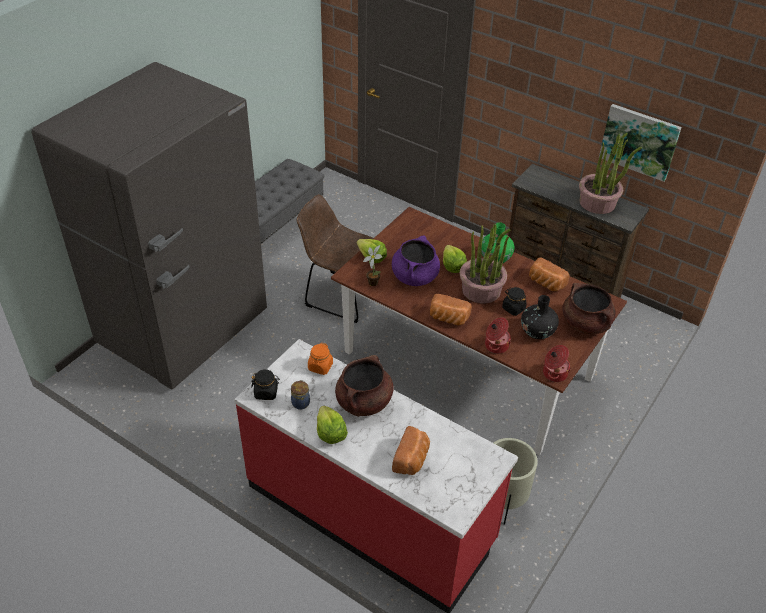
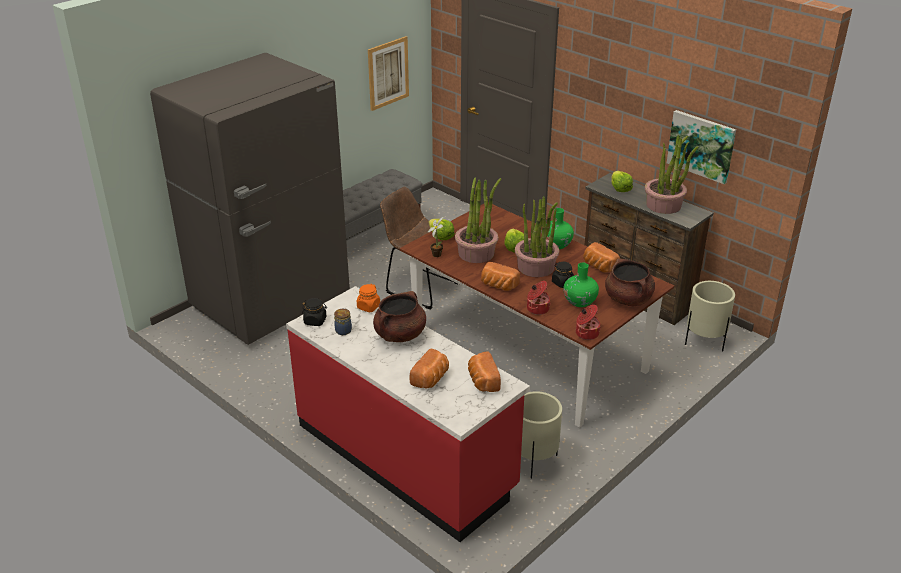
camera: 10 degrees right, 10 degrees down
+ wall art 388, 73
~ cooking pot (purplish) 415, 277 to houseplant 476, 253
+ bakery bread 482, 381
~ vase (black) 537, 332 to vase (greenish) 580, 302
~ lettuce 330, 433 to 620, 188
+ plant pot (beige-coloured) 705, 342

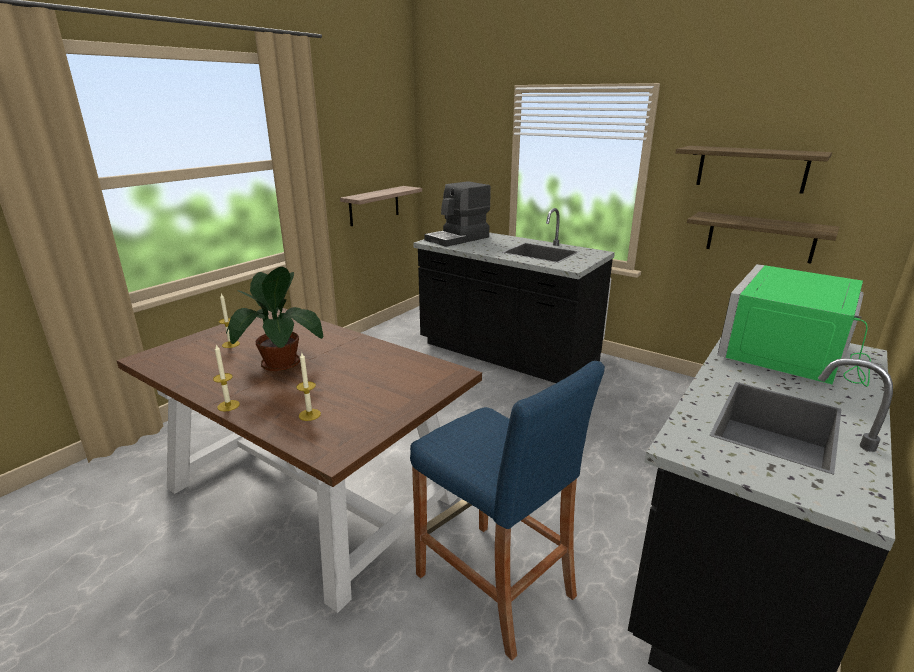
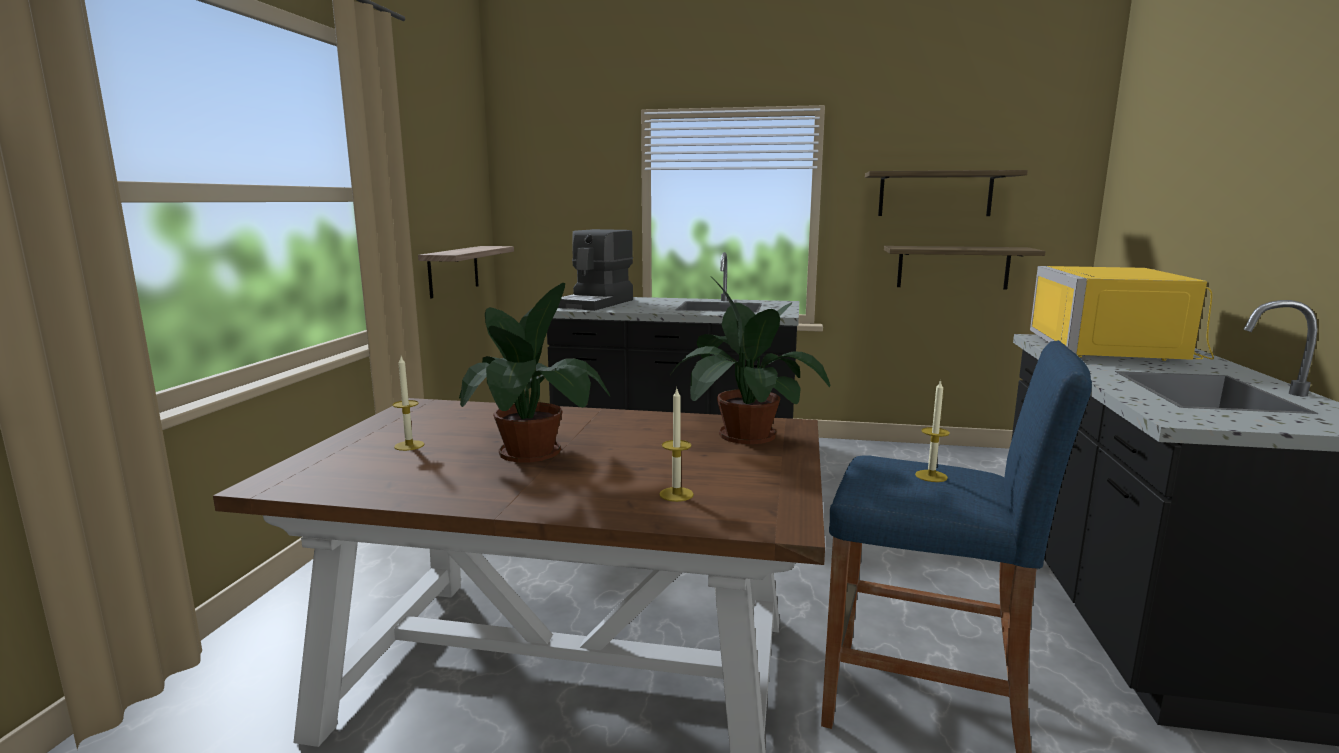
camera: 25 degrees left, 10 degrees down
+ houseplant 742, 434
~ candle 228, 405 to 931, 476
~ microwave (greenish) 793, 355 to microwave (yellowish) 1115, 349

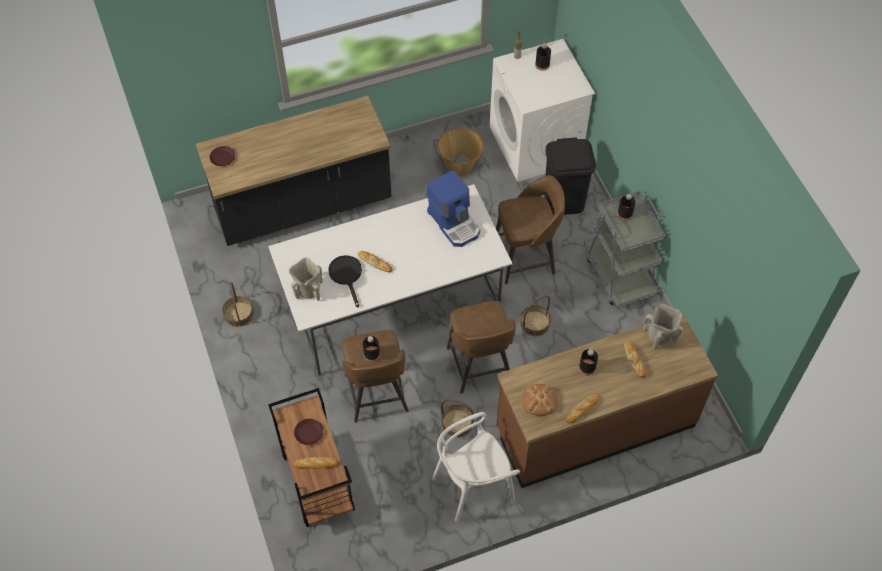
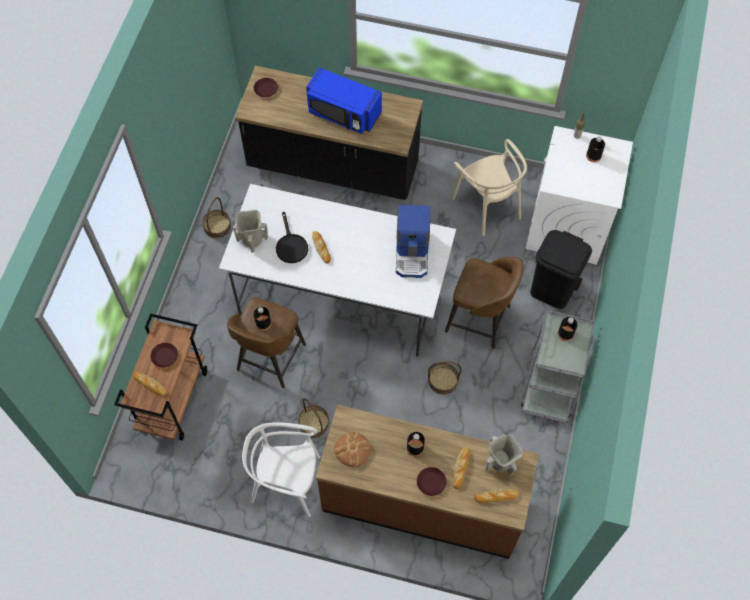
camera: 35 degrees right, 5 degrees up
~ pan (black) 347, 276 = 290, 245 150 degrees clockwise
+ microwave (bluish) 343, 113
+ plate (brownish) 431, 482
~ storage basket 460, 165 to upright chair (beige-coloured) 487, 206
~ bakery bread 582, 410 to 496, 496
- sitting stool (brownish) 480, 366

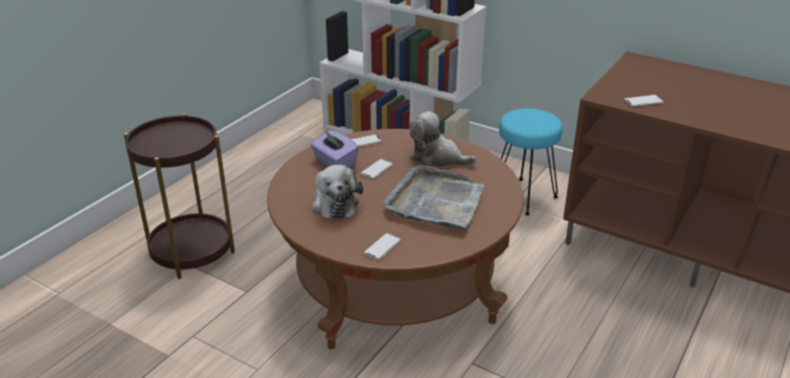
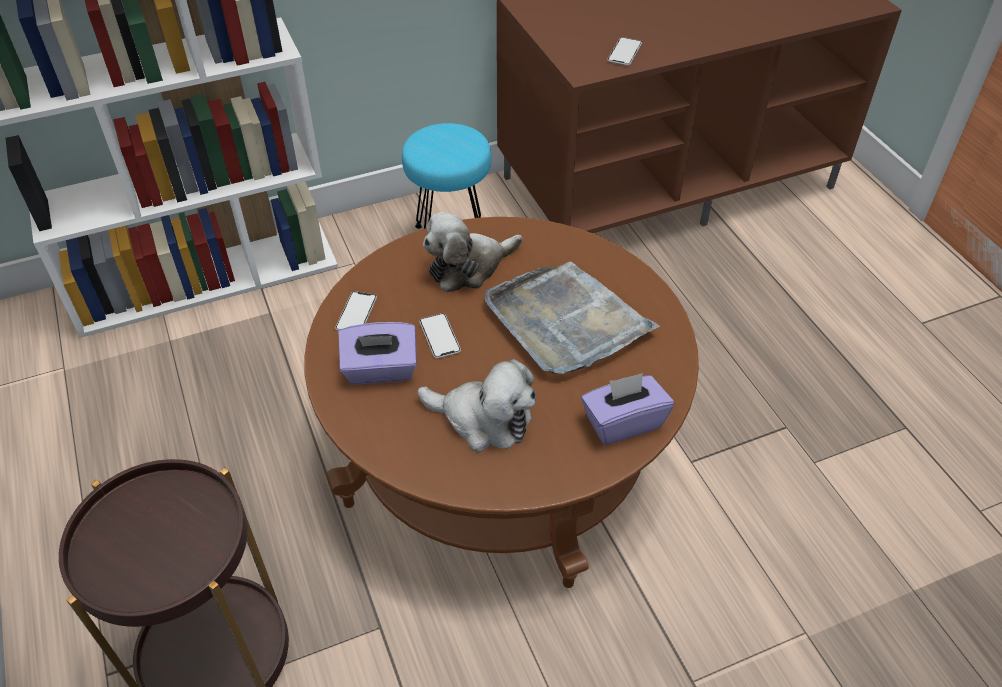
camera: 55 degrees left, 15 degrees up
~ phone 382, 247 to tissue box (purplish) 623, 422

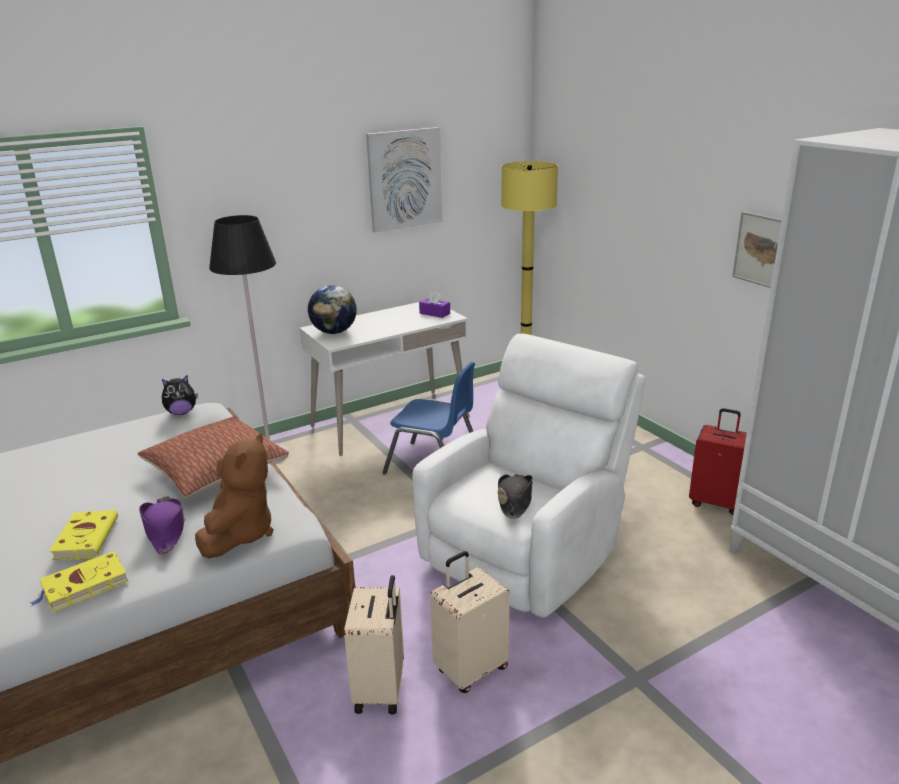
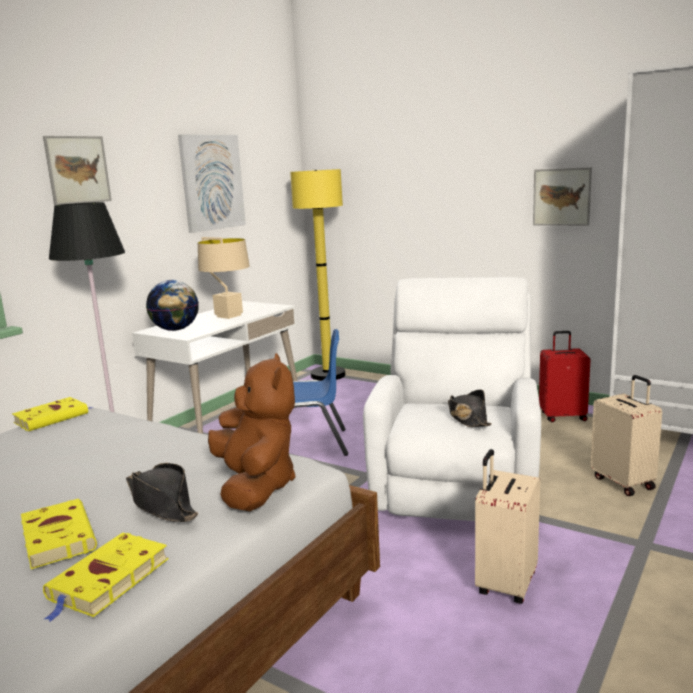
camera: 25 degrees left, 10 degrees down
~ cuddly toy 181, 412 to bound book (yellowish) 53, 417
+ wall art 77, 170
~ clothing hat (purplish) 165, 530 to clothing hat (black) 162, 504
+ table lamp (beige-coloured) 228, 316
~ suitcase (beige-coloured) 381, 690 to 624, 482
- pillow 215, 470
- tissue box (purplish) 434, 313

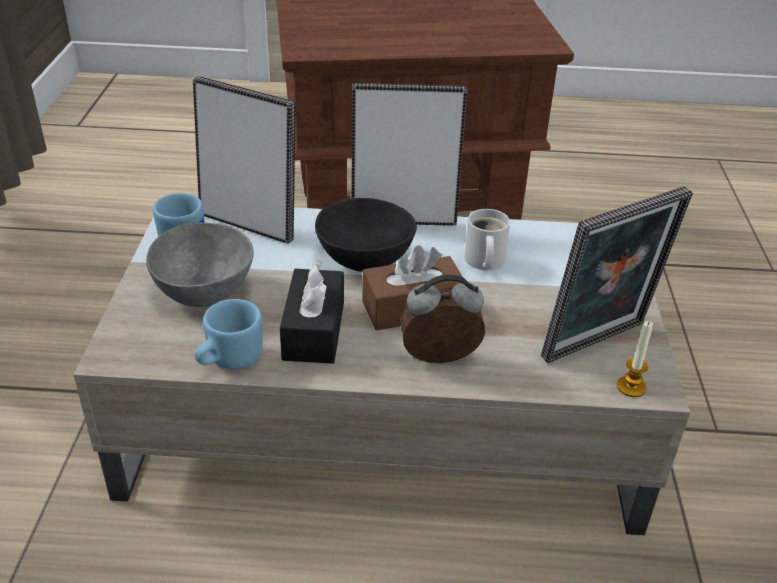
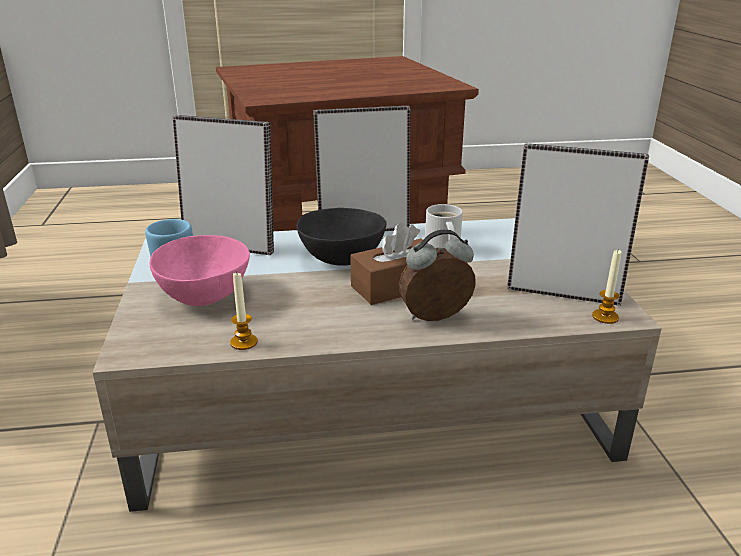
camera: 10 degrees left, 10 degrees down
~ serving bowl (greyish) 205, 290 to serving bowl (pink-coloured) 205, 294
~ tea mug (bluish) 228, 360 to candle 244, 342
~ picture frame 598, 344 = 563, 292 120 degrees counterclockwise
- tissue box (black) 314, 331

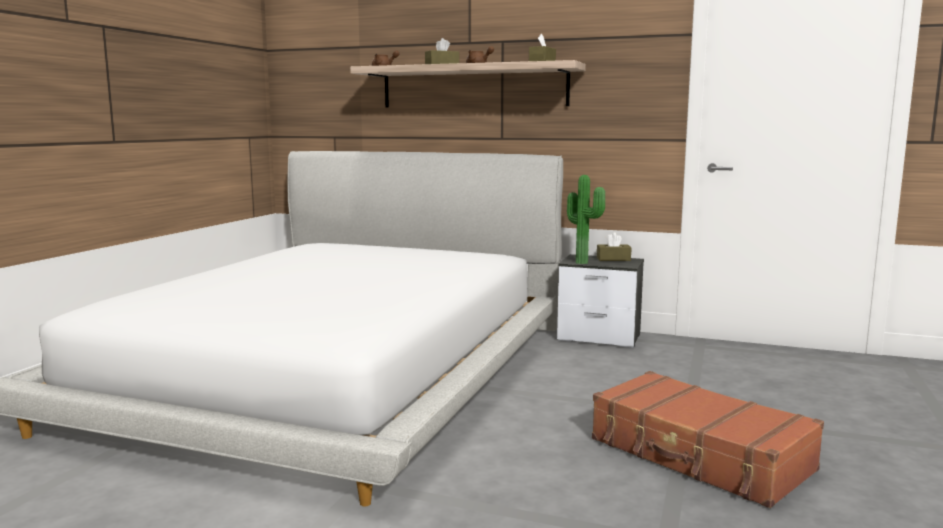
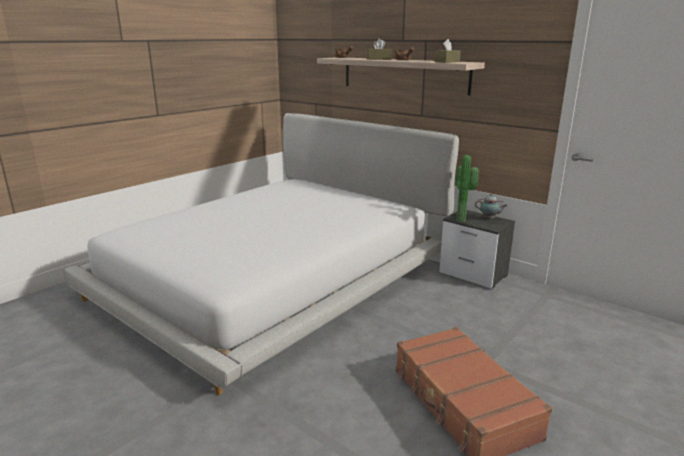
camera: 20 degrees right, 10 degrees up
~ tissue box (brownish) 613, 259 to pot for tea 489, 219

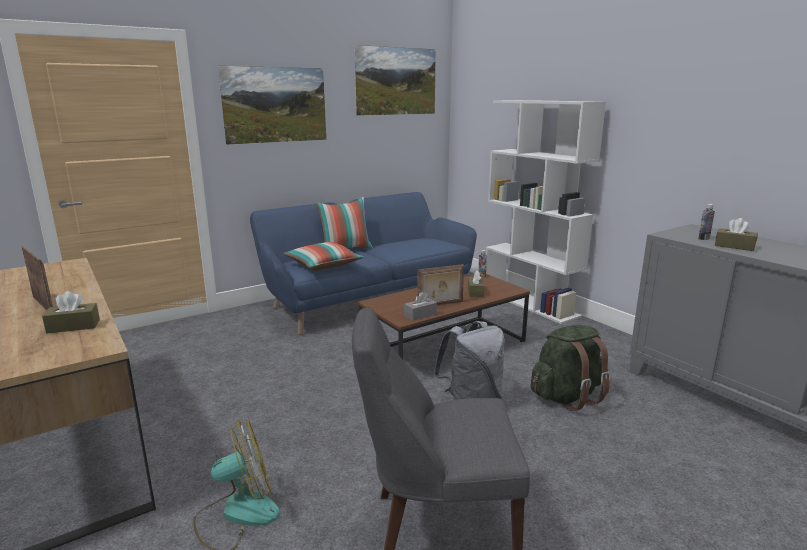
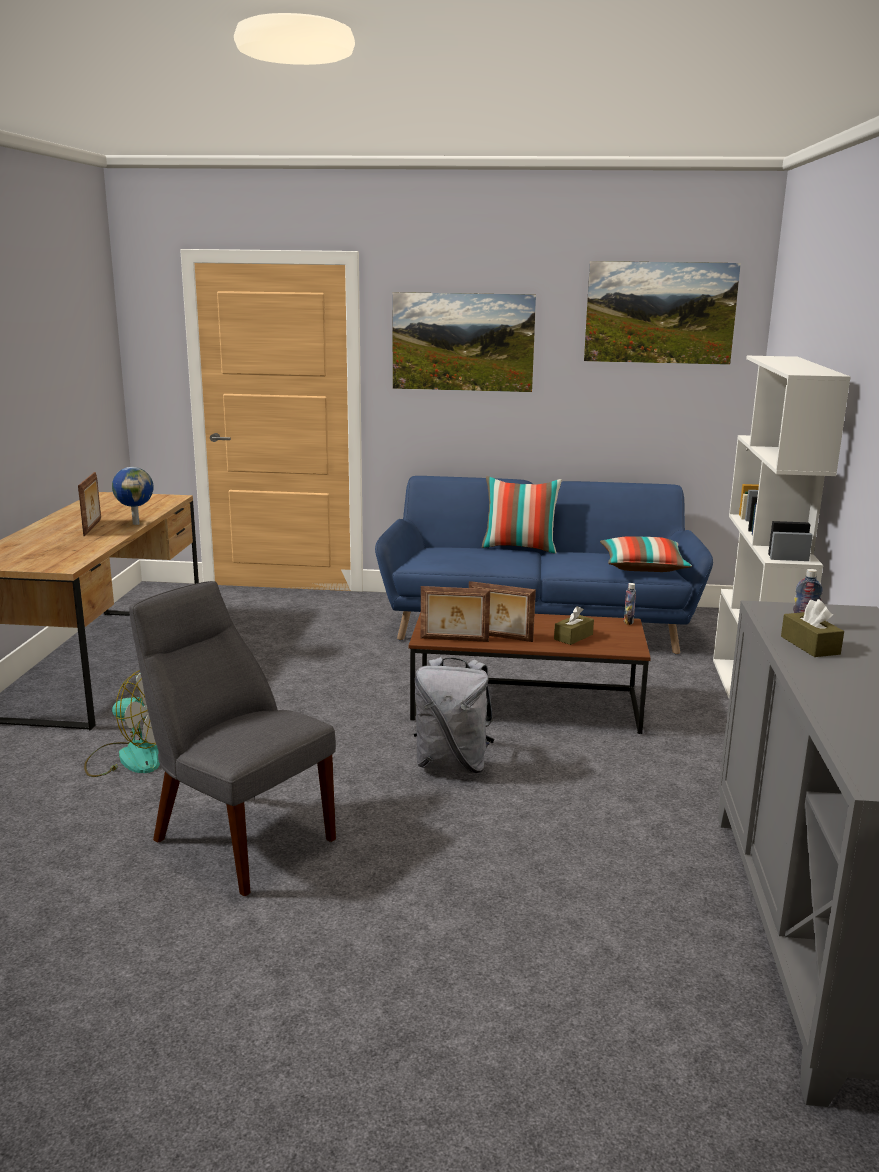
camera: 40 degrees right, 0 degrees up
+ globe 136, 523
~ tissue box (greyish) 420, 315 to picture frame 454, 640
~ pillow 323, 266 to 643, 567
- tissue box (brownish) 73, 326
- rucksack (greenish) 567, 397

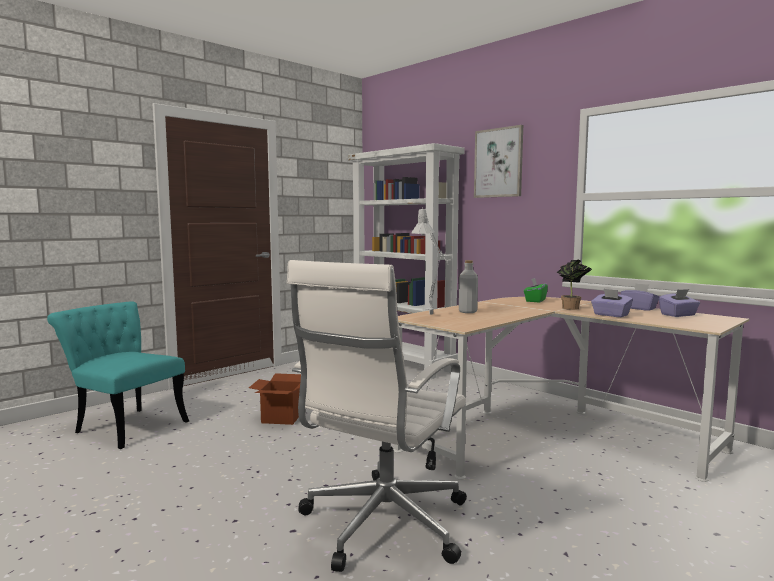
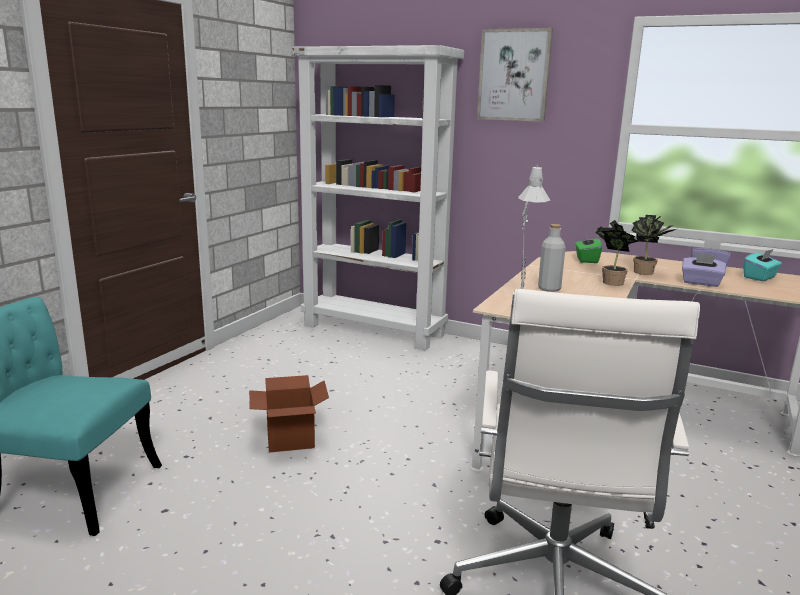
camera: 20 degrees left, 10 degrees up
+ houseplant 610, 282
~ tissue box (purplish) 678, 315 to tissue box (turquoise-coloured) 760, 277

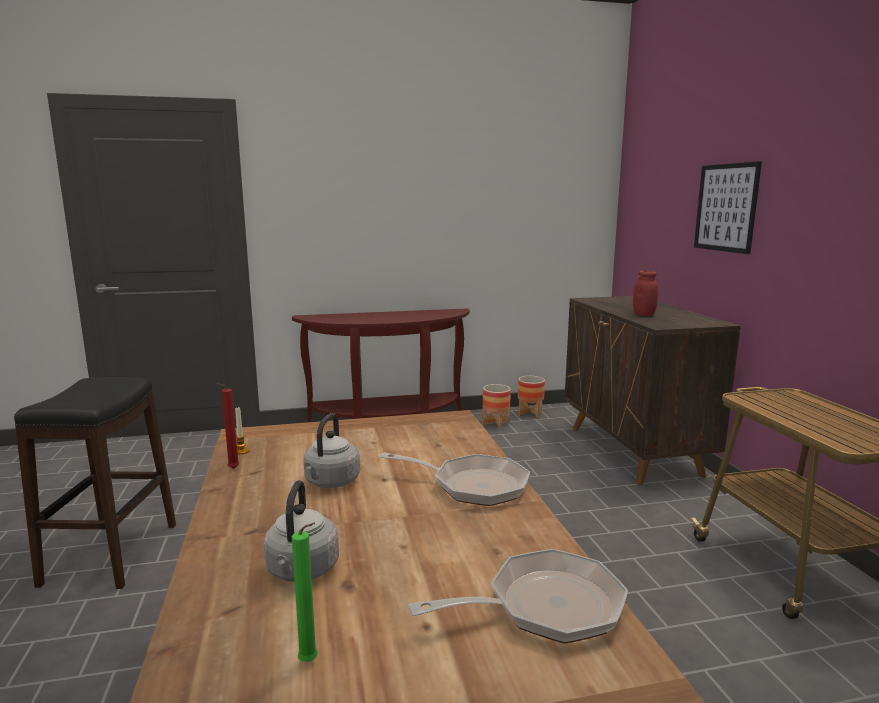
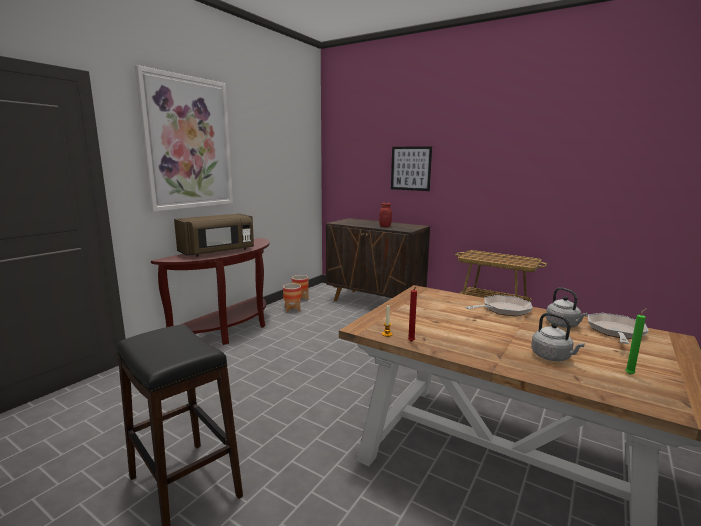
camera: 45 degrees left, 0 degrees up
+ wall art 188, 143
+ microwave (brownish) 218, 251
~ water kettle (greyish) 331, 482 to 563, 325

